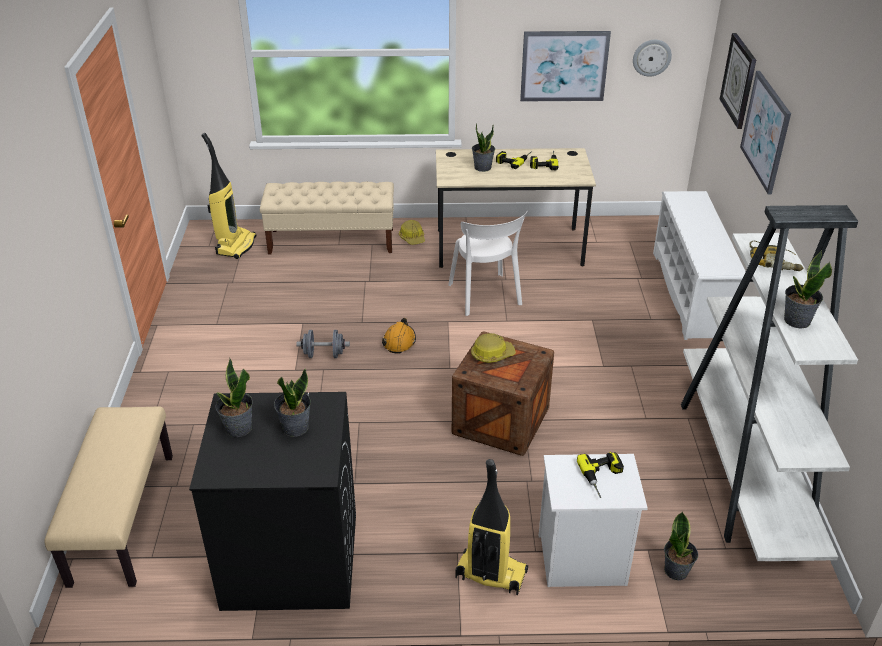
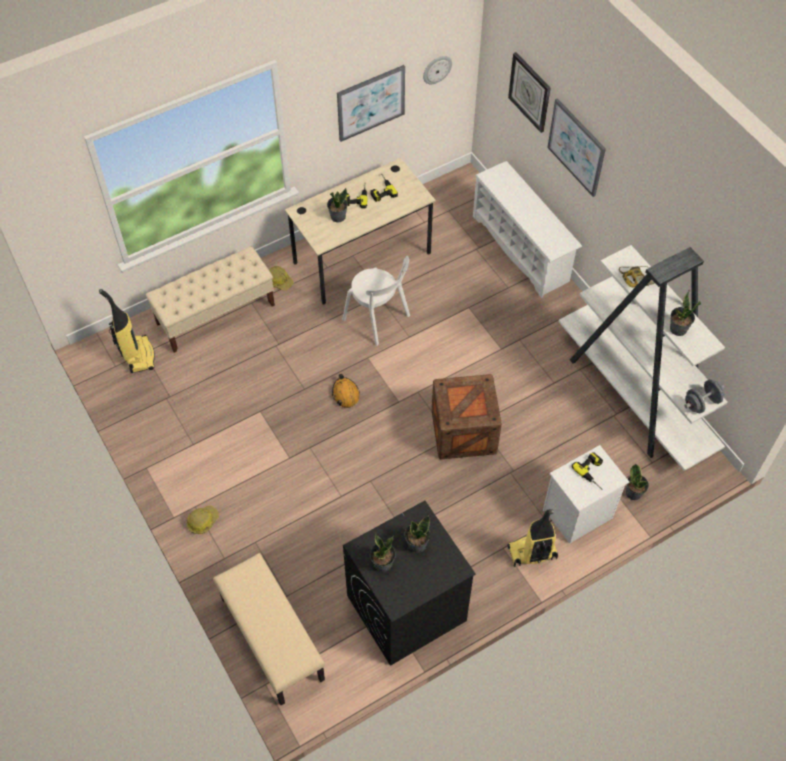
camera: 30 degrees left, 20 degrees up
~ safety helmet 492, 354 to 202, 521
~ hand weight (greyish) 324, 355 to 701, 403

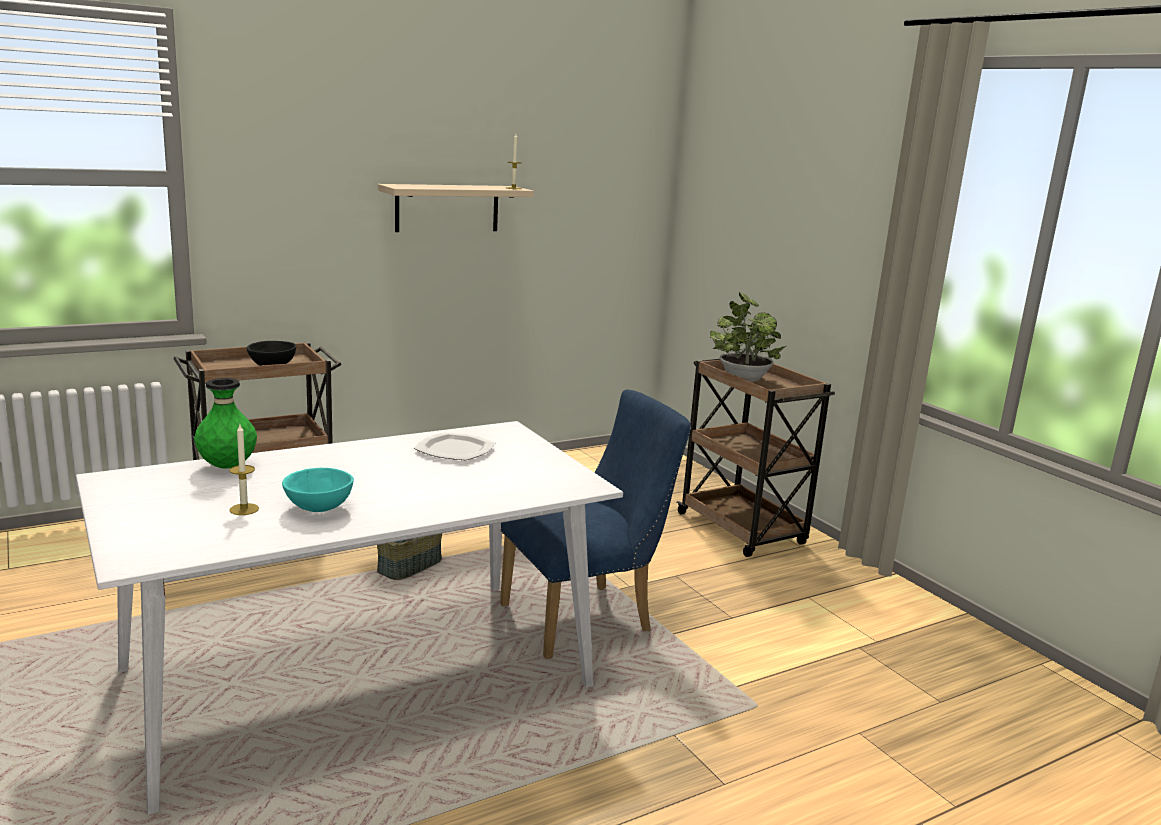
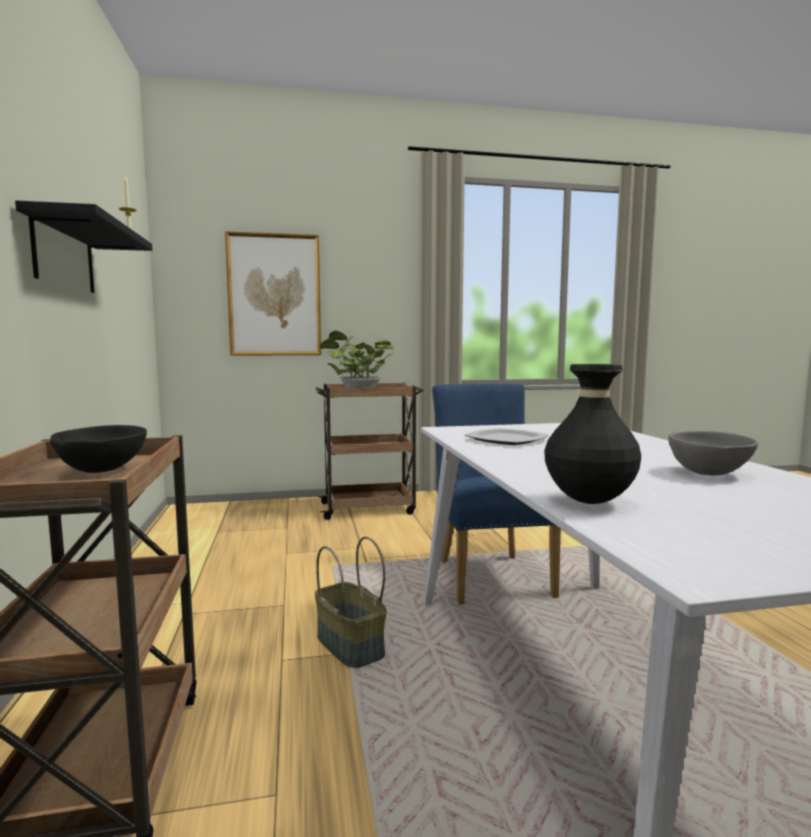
camera: 70 degrees left, 10 degrees down
~ wall shelf (beige-coloured) 447, 208 to wall shelf (black) 64, 255
+ wall art 274, 295
~ vase (greenish) 227, 466 to vase (black) 589, 502
~ serving bowl (turquoise-coloured) 318, 509 to serving bowl (greyish) 710, 473
- candle 244, 509

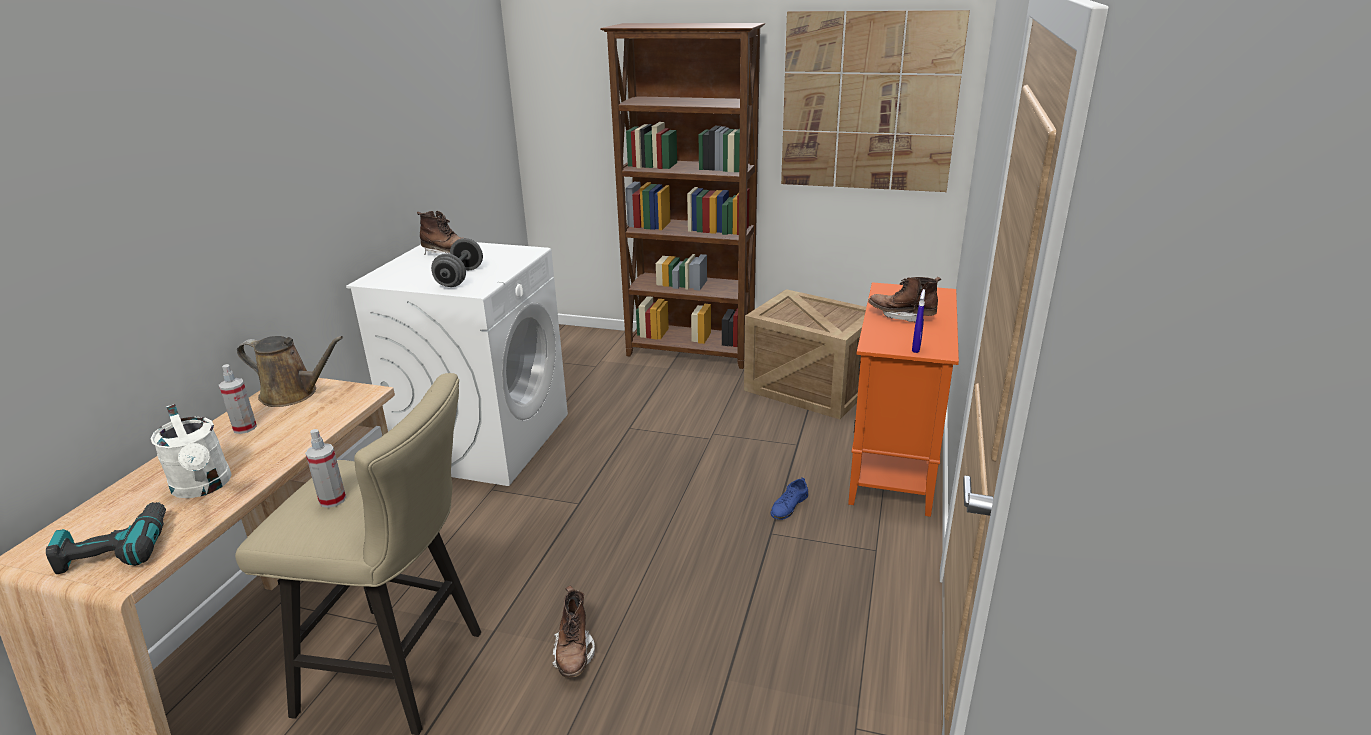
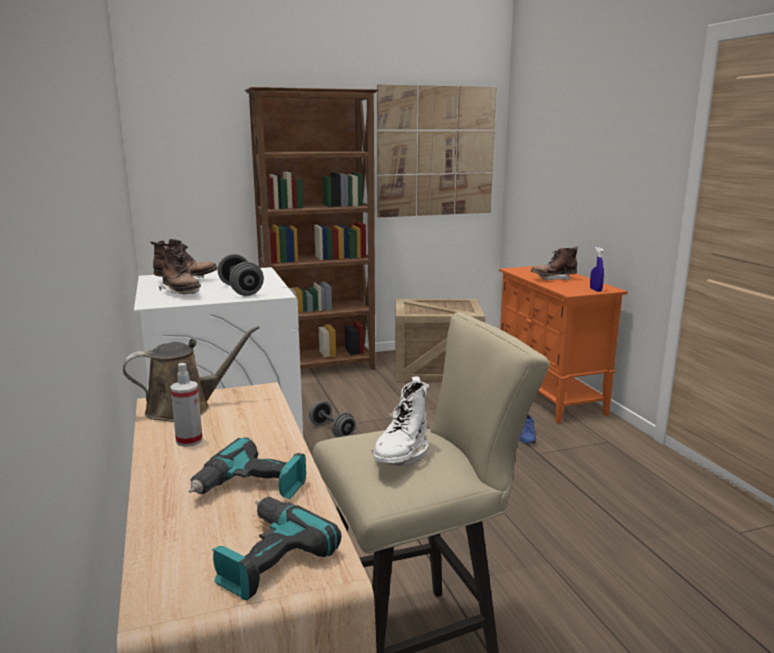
camera: 35 degrees left, 10 degrees down
~ boot (brownish) 574, 655 to 181, 293
~ sprinkling can (white-coloured) 204, 487 to power drill 251, 487
+ hand weight (greyish) 332, 431
~ hand sprayer 332, 500 to boot (white-coloured) 401, 455

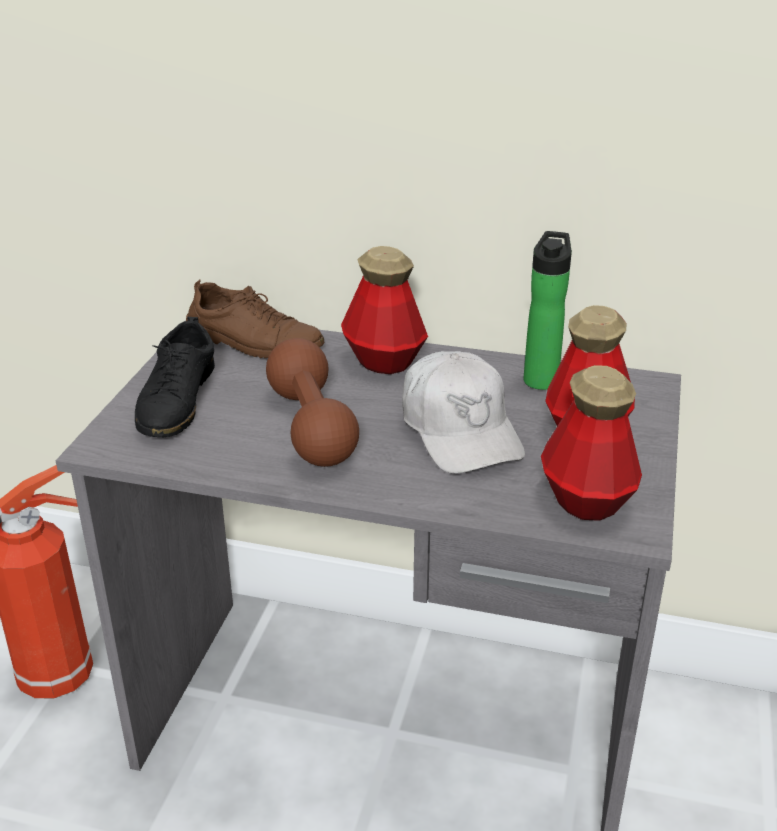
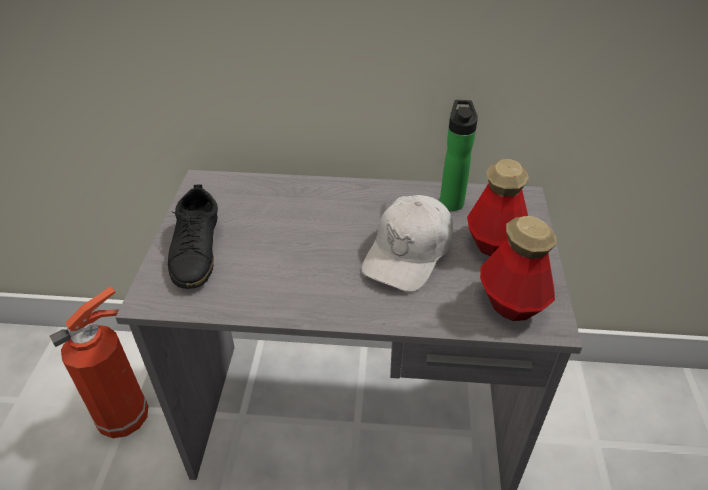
camera: 10 degrees left, 10 degrees up
~ cap (white-coloured) 460, 431 = 408, 253 60 degrees clockwise
- shoe (brownish) 253, 341
- hand weight (brownish) 311, 426
- drink bottle 384, 361

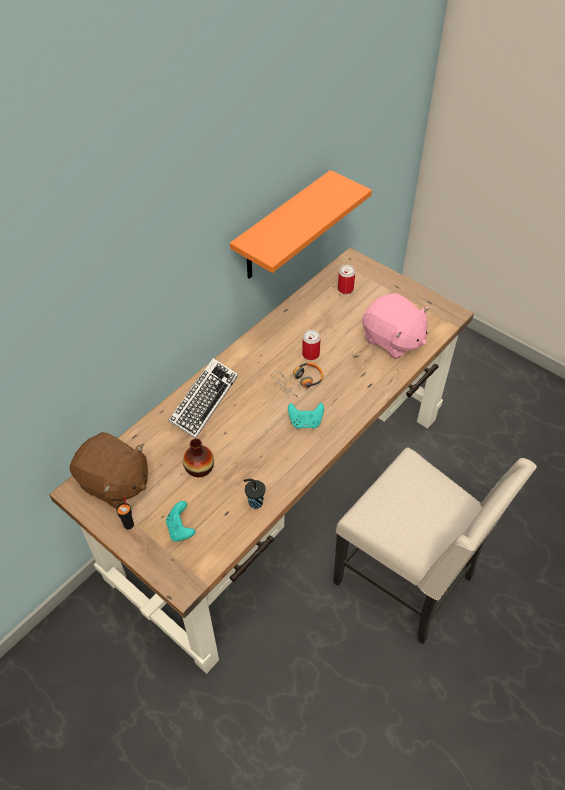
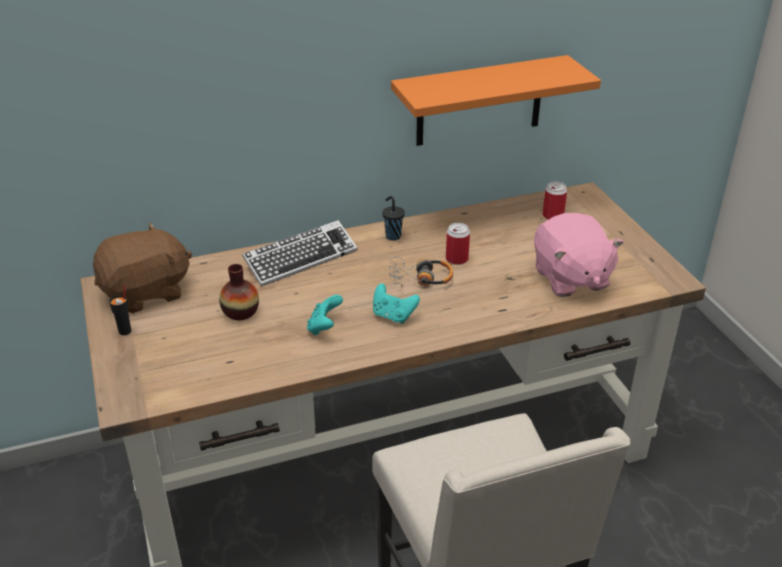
camera: 30 degrees right, 15 degrees down
~ cuddly toy (brownish) 114, 483 = 146, 293 90 degrees counterclockwise
~ game controller (turquoise-coloured) 180, 529 to 324, 327
~ drinking cup (black) 254, 502 to 392, 236

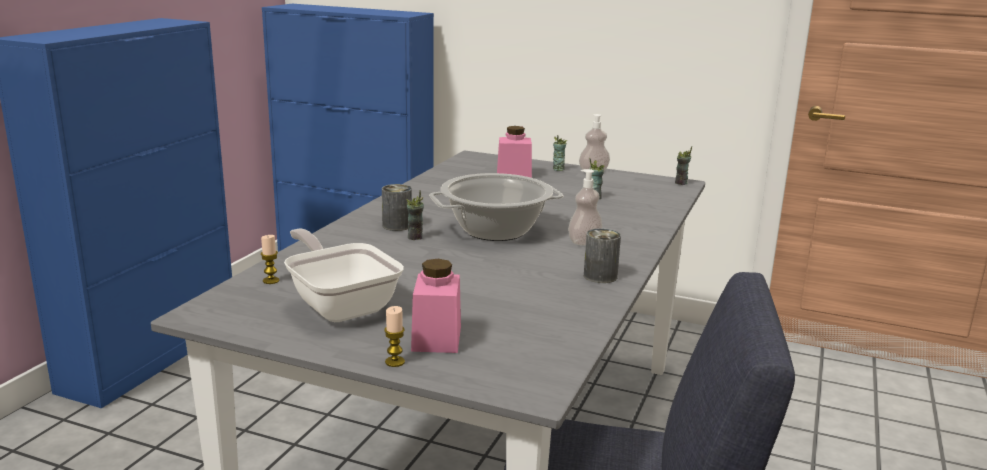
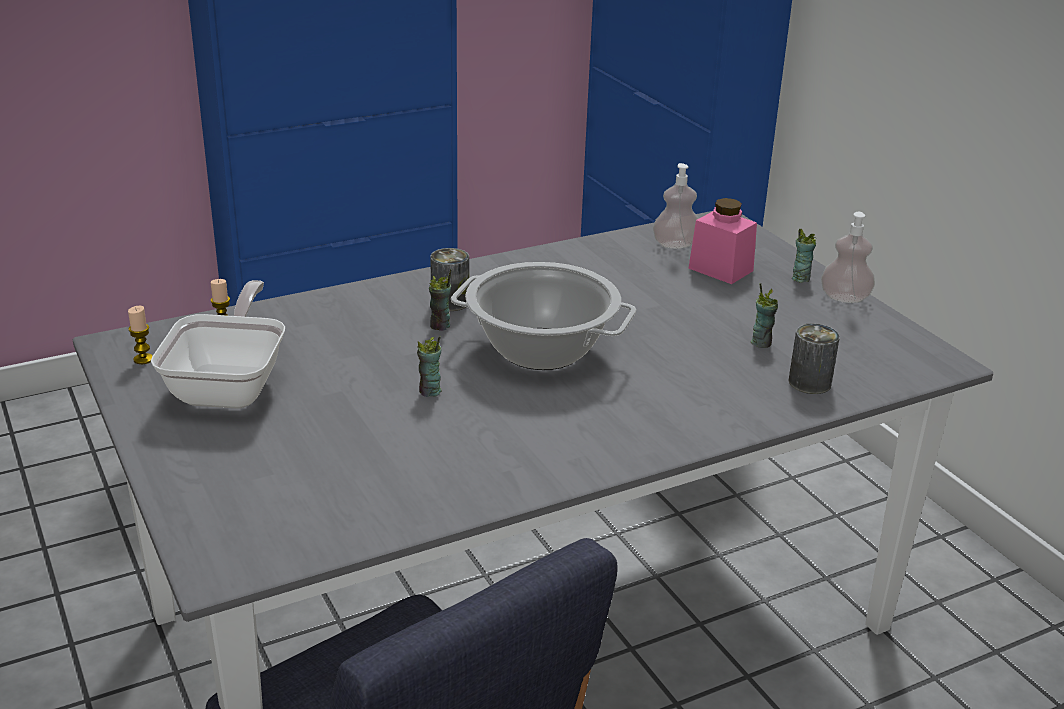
camera: 40 degrees right, 10 degrees up
~ candle 395, 362 to 143, 359
~ drinking cup 681, 183 to 430, 391
~ soap bottle 584, 242 to 675, 245
~ sealed can 600, 276 to 809, 382
- preserve jar (pink-coloured) 436, 338

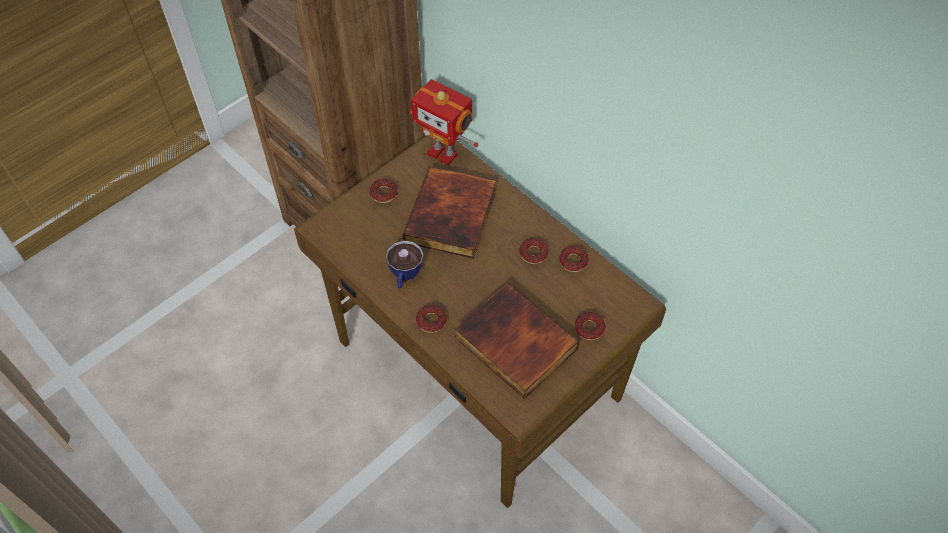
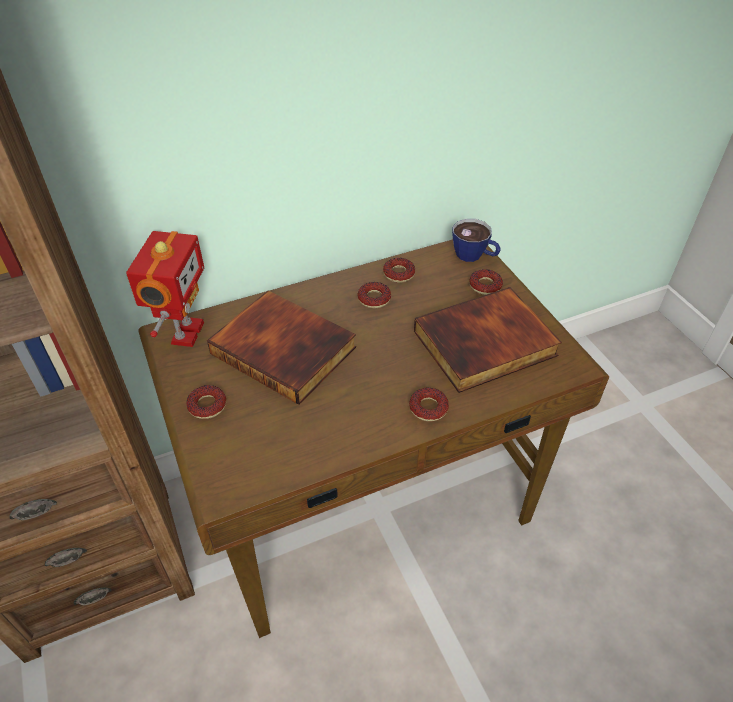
camera: 70 degrees left, 10 degrees down
~ robot figure 443, 153 = 185, 333 45 degrees counterclockwise
~ drinking cup 404, 276 to 474, 256

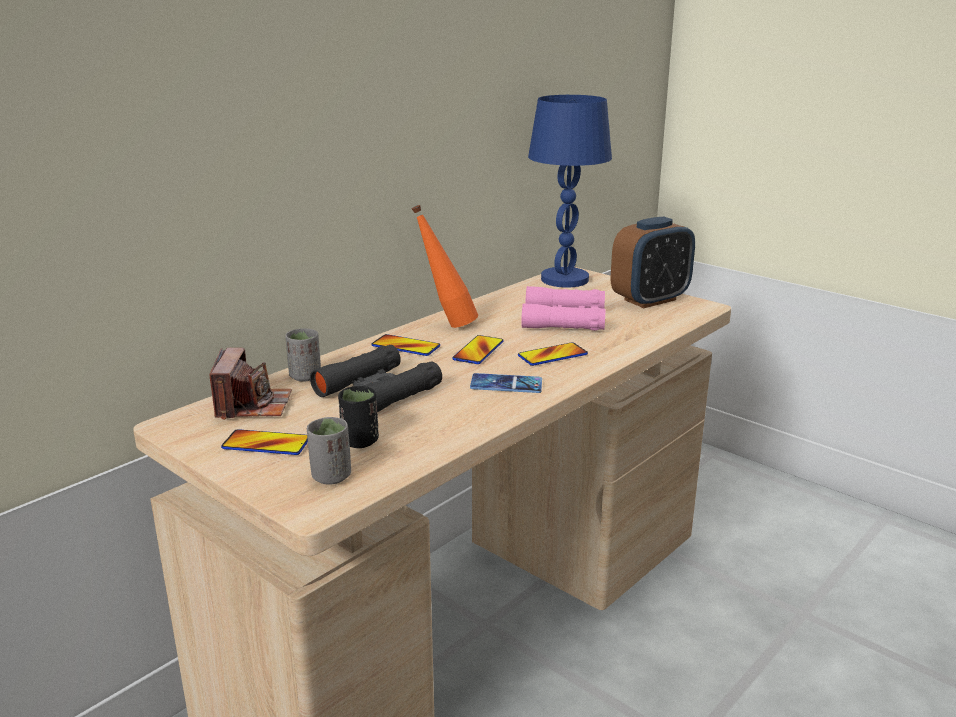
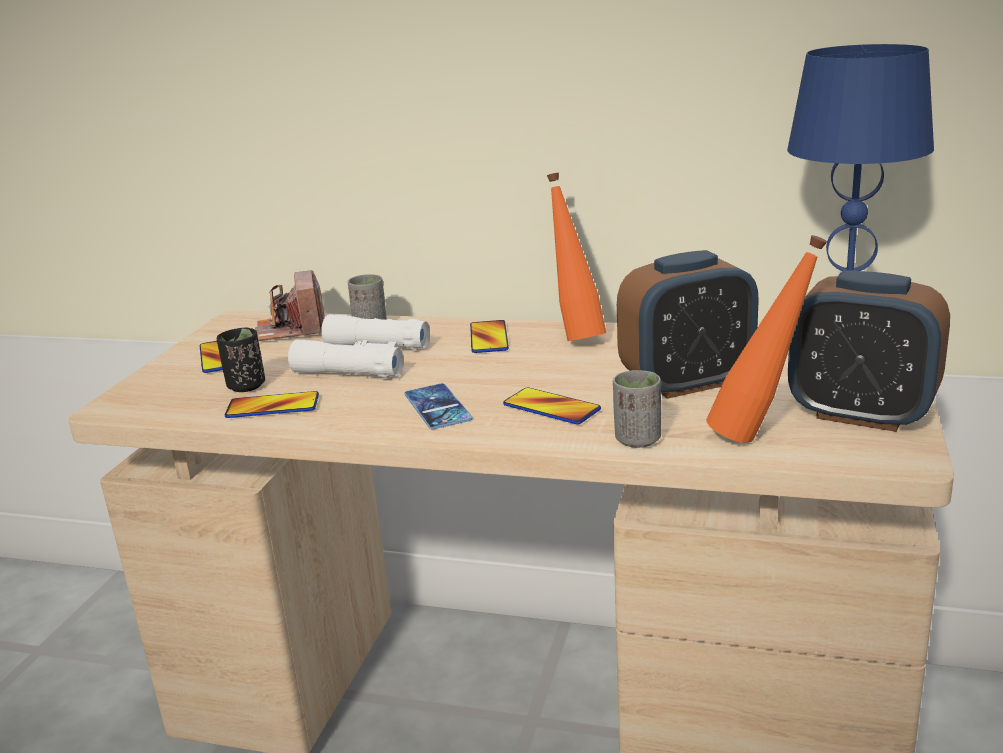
camera: 65 degrees right, 0 degrees up
~ phone 478, 351 to 273, 407
~ photo camera 252, 405 = 292, 329 105 degrees clockwise
~ field glasses (black) 377, 391 to field glasses (white-coloured) 363, 360
~ drinking cup (greyish) 331, 476 to 637, 439
~ field glasses (pink-coloured) 563, 319 to table clock 687, 383
+ drink bottle (orange-coloured) 760, 436

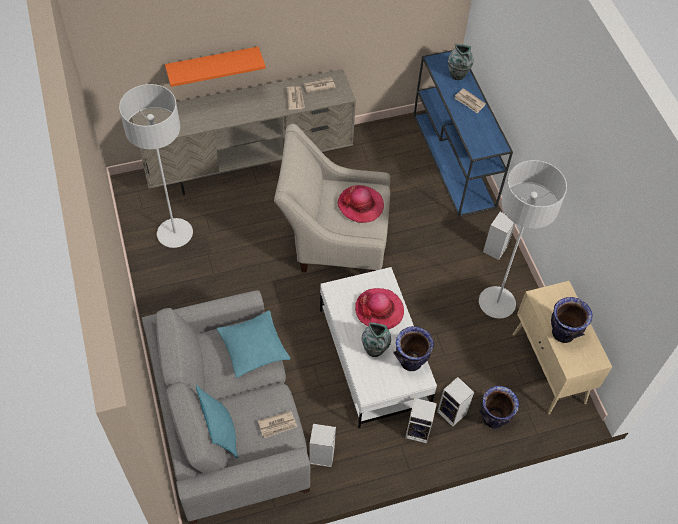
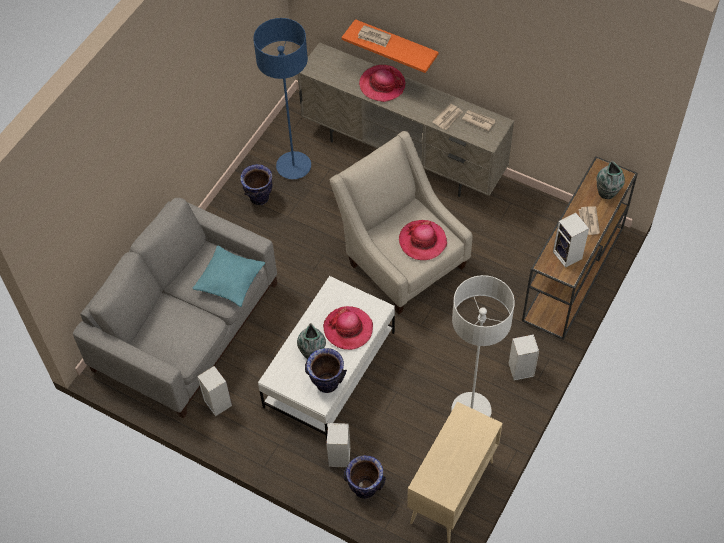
camera: 50 degrees right, 0 degrees up
~ vase 562, 333 to 259, 197
~ standing lamp (greyish) 175, 234 to standing lamp (bluish) 293, 166
~ printed paper 278, 425 to 374, 37
+ clothing hat 382, 85
~ console table (bluish) 454, 161 to console table (brownish) 573, 275
~ audio speaker 419, 431 to 568, 256
- pillow (turquoise-coloured) 220, 432

